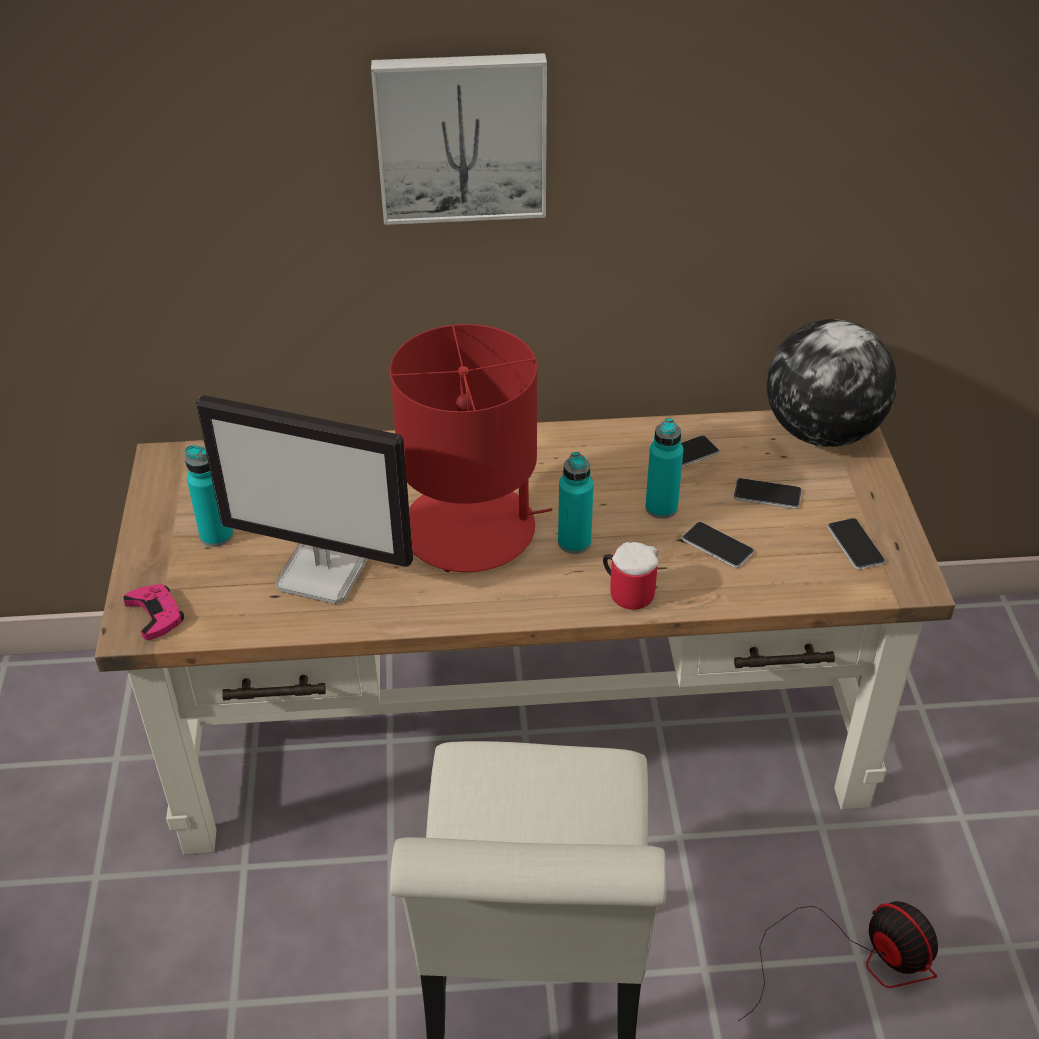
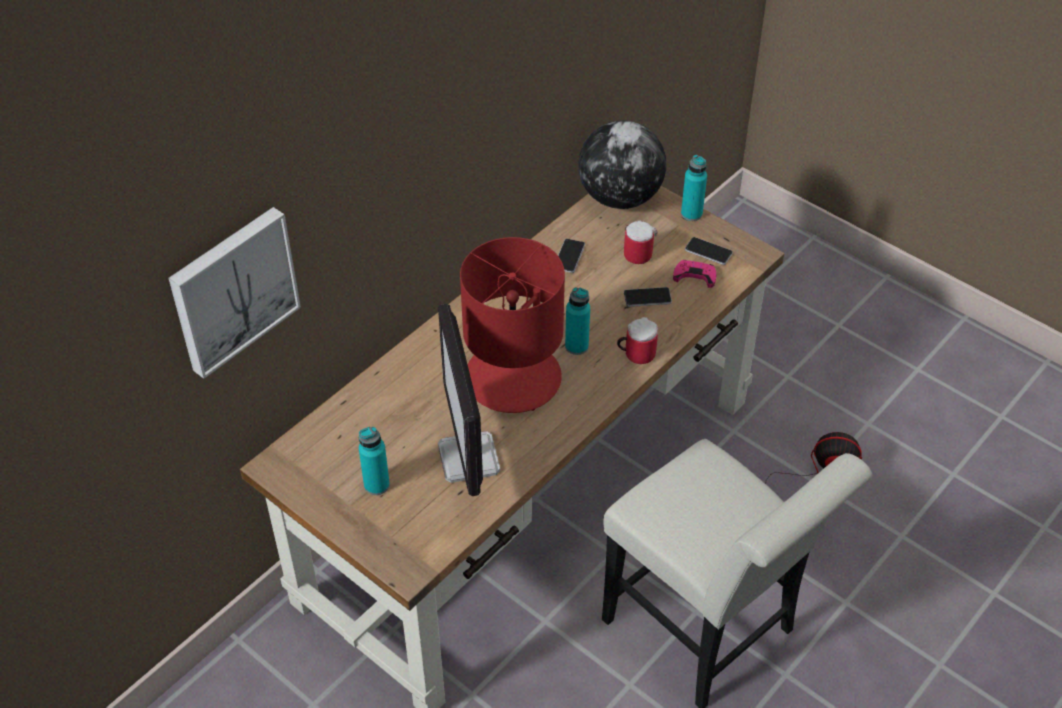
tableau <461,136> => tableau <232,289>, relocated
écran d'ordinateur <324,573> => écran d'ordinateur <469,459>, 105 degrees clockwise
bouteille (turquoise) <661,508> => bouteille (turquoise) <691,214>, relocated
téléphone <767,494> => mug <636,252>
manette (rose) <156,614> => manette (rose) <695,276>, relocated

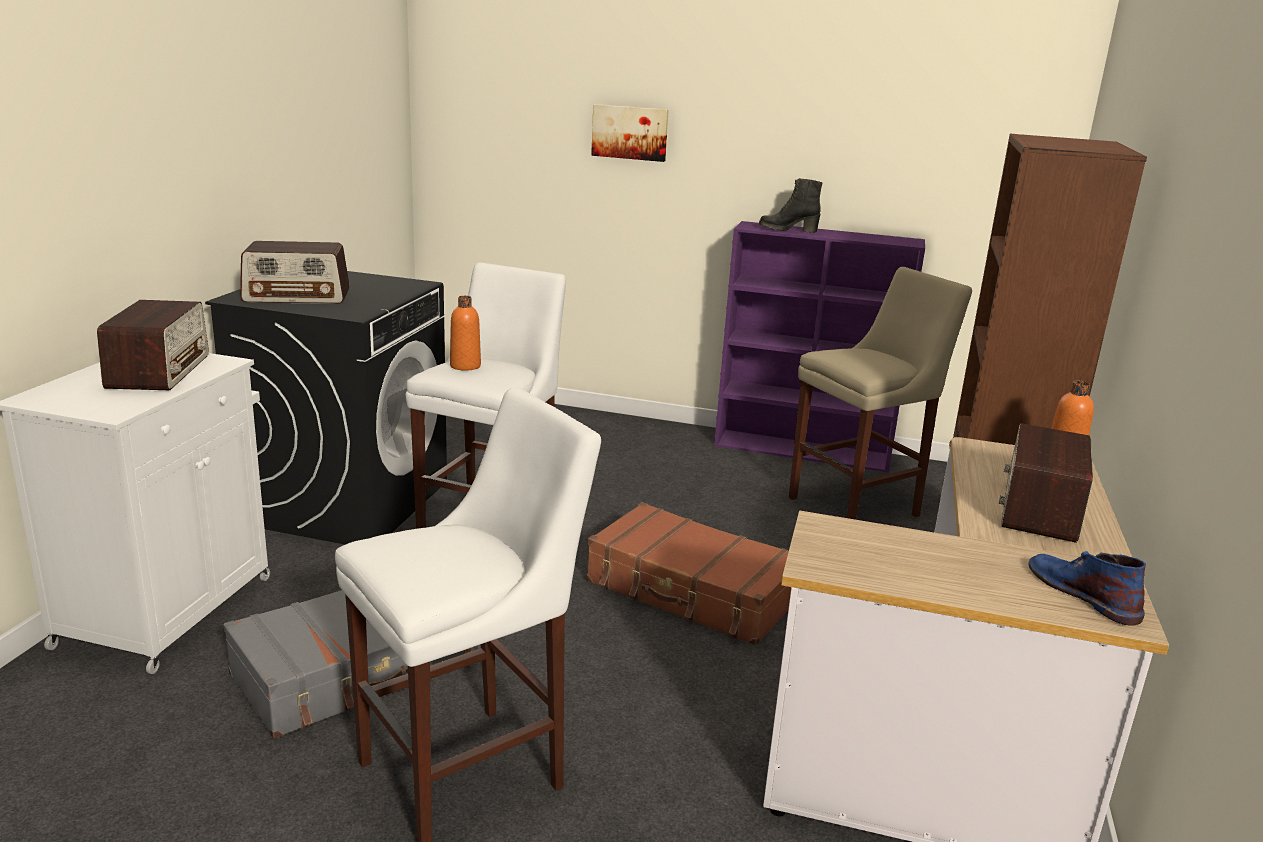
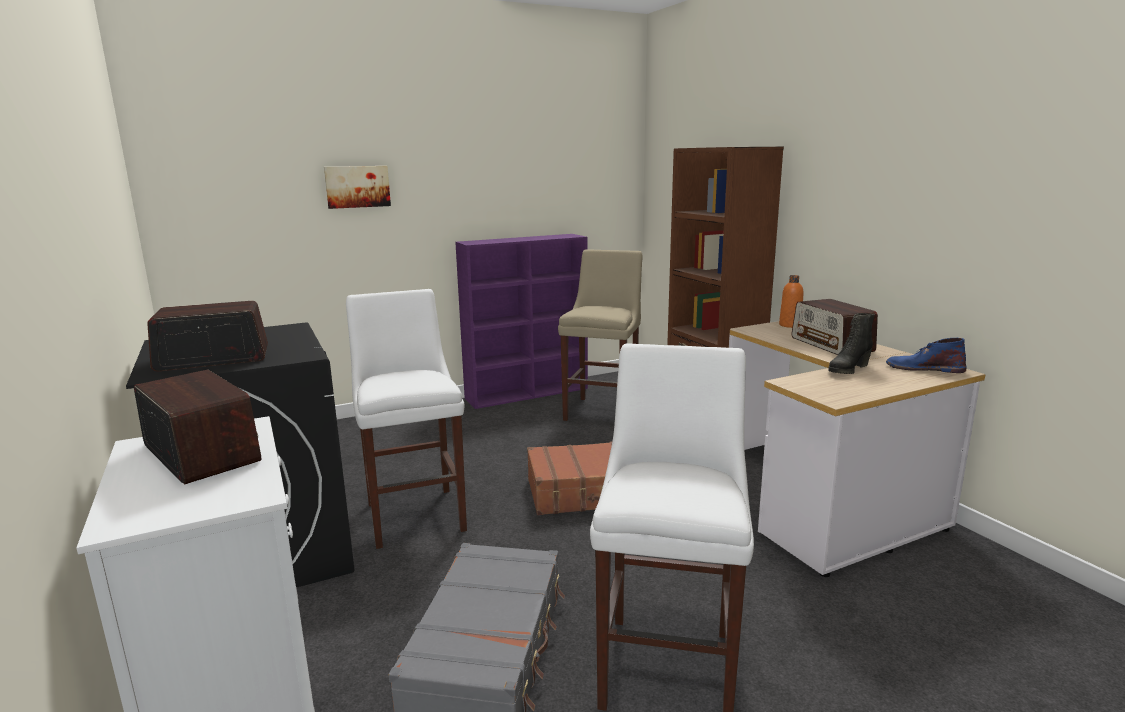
botte (noir) <788,230> => botte (noir) <848,369>, relocated
radio <297,296> => radio <212,359>, 150 degrees counterclockwise
bouteille (orange) <465,366> => nothing

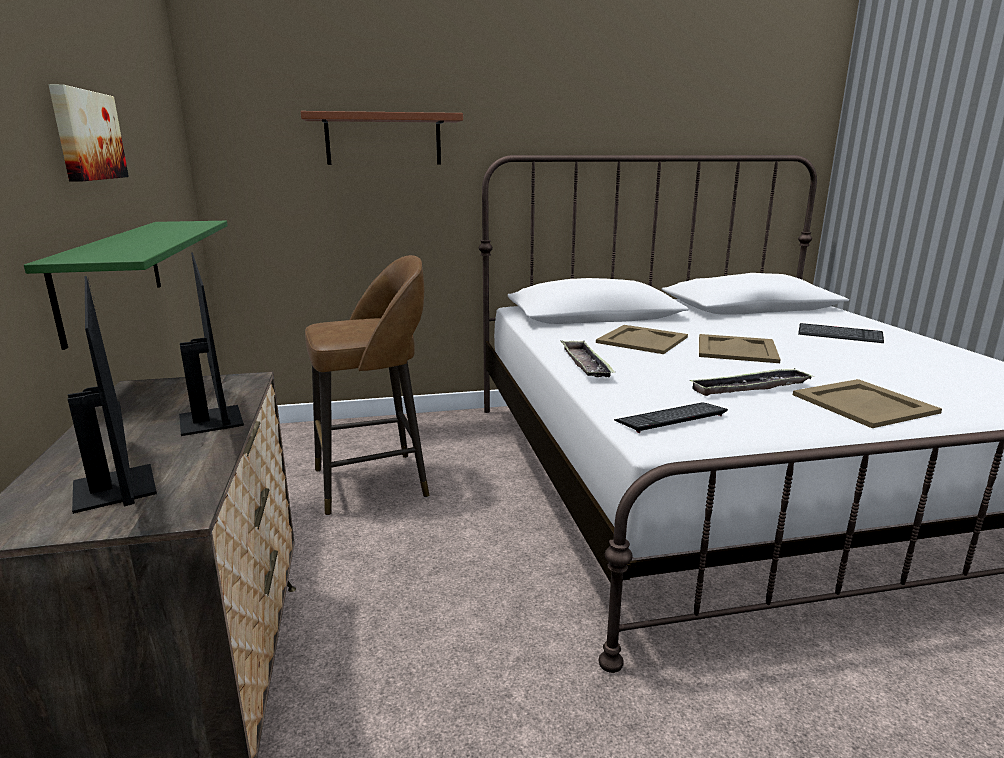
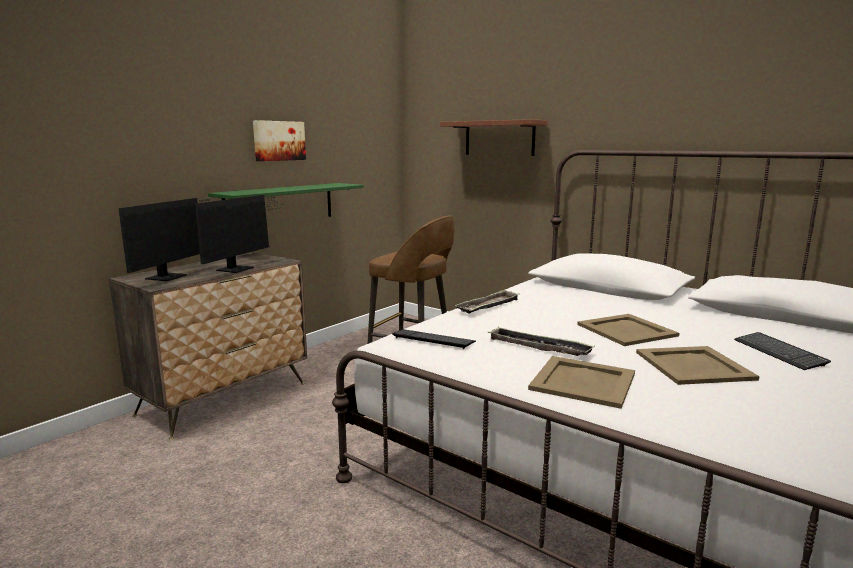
plateau (beige) <642,340> => plateau (beige) <693,366>, relocated

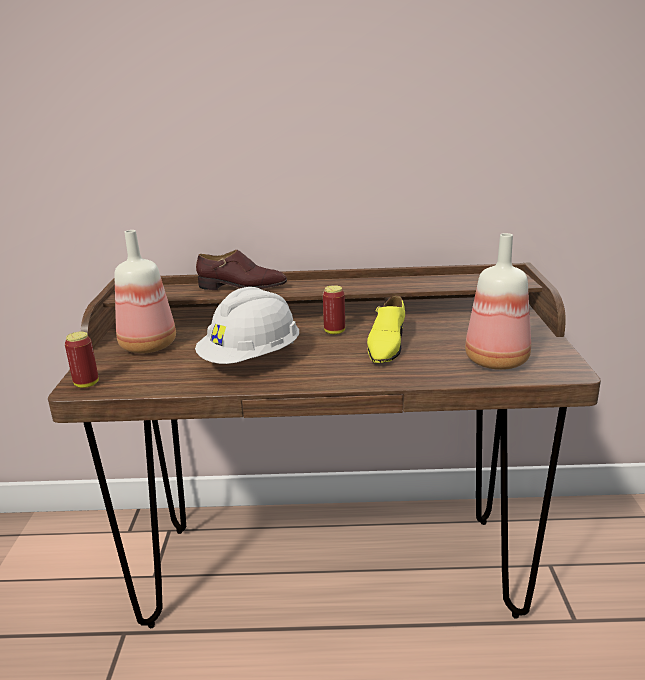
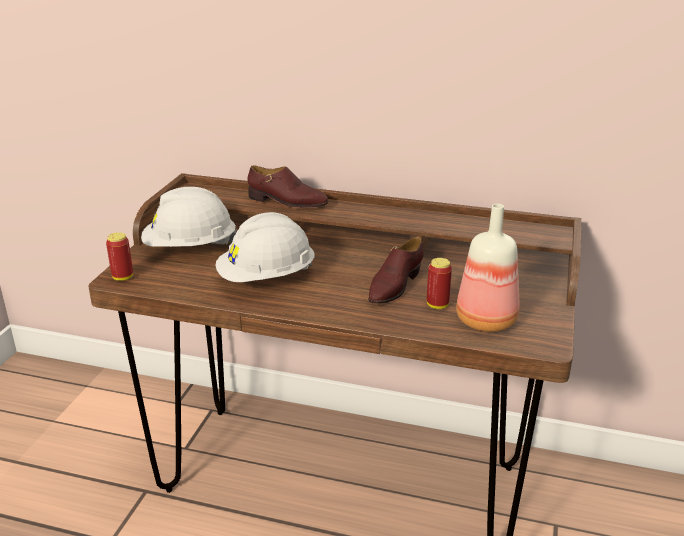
bouteille <150,346> => casque de chantier (blanc) <190,248>
boîte métallique <334,332> => boîte métallique <437,305>, relocated
chaussure (jaune) <386,346> => chaussure (marron) <394,285>

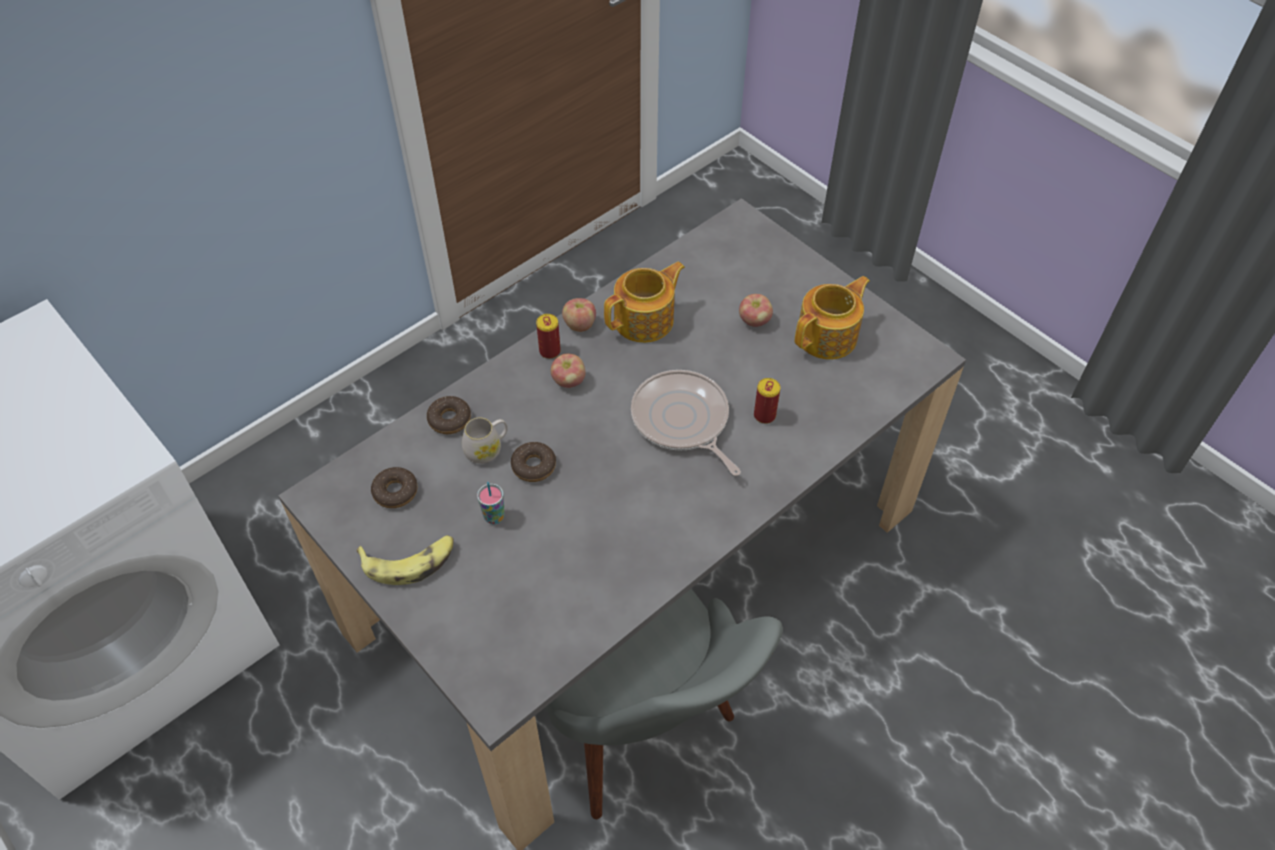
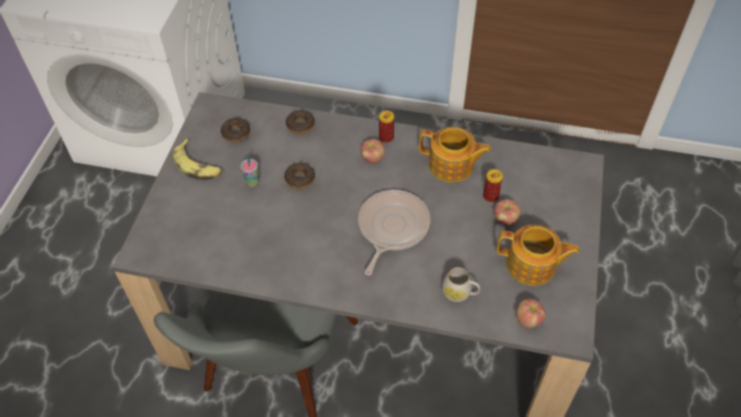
pomme <579,324> => pomme <528,319>, relocated
boîte métallique <764,415> => boîte métallique <490,196>, relocated
mug (blanc) <487,449> => mug (blanc) <460,293>, relocated

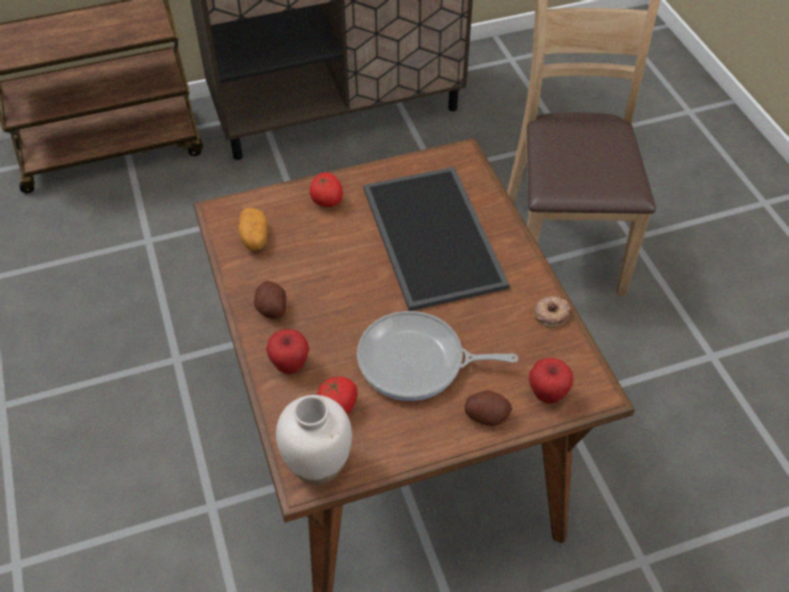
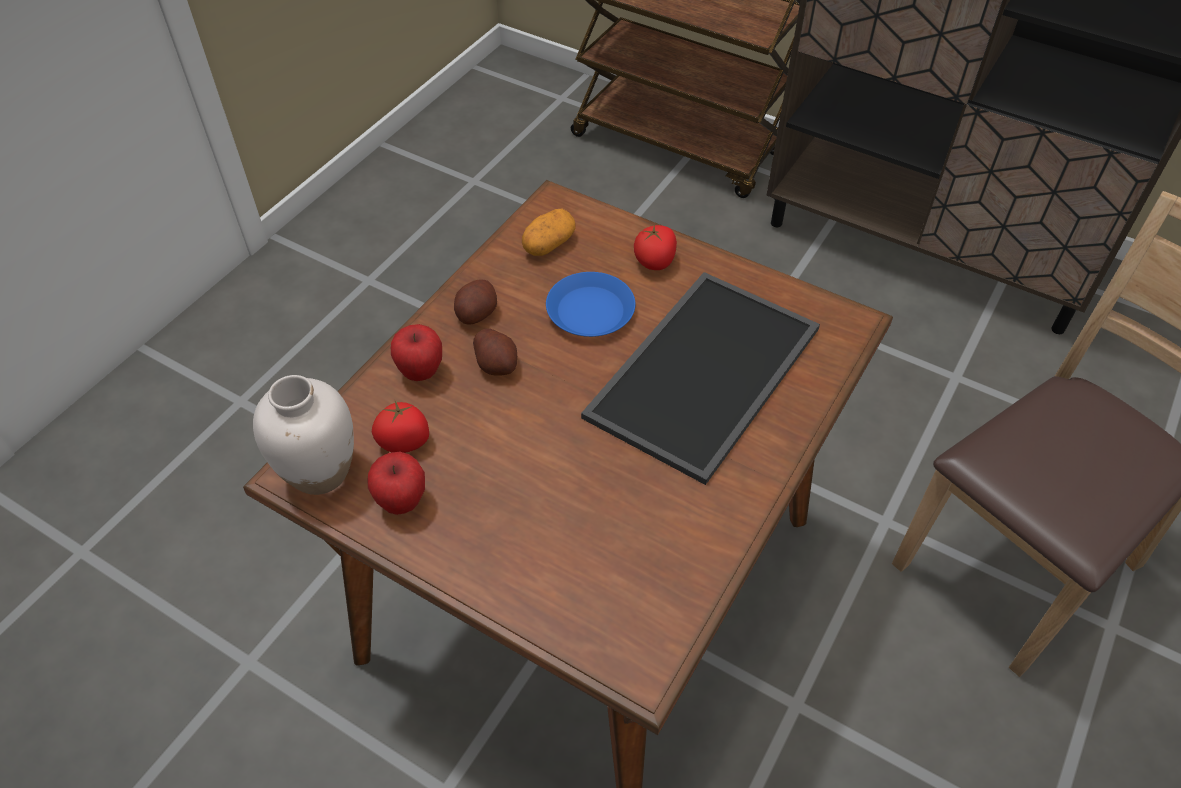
beignet <551,313> => nothing
poêle <417,362> => nothing
pomme <547,394> => pomme <402,501>, relocated
pomme de terre <486,415> => pomme de terre <497,364>, relocated
nothing => assiette (bleu) <590,311>

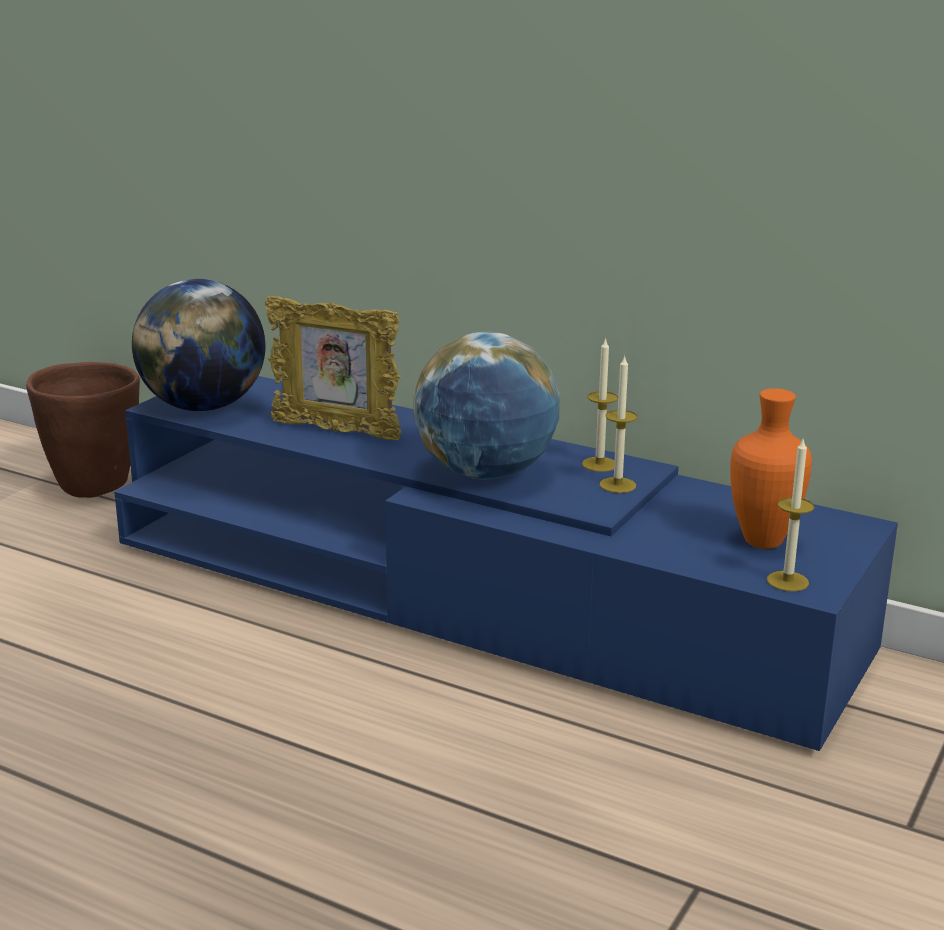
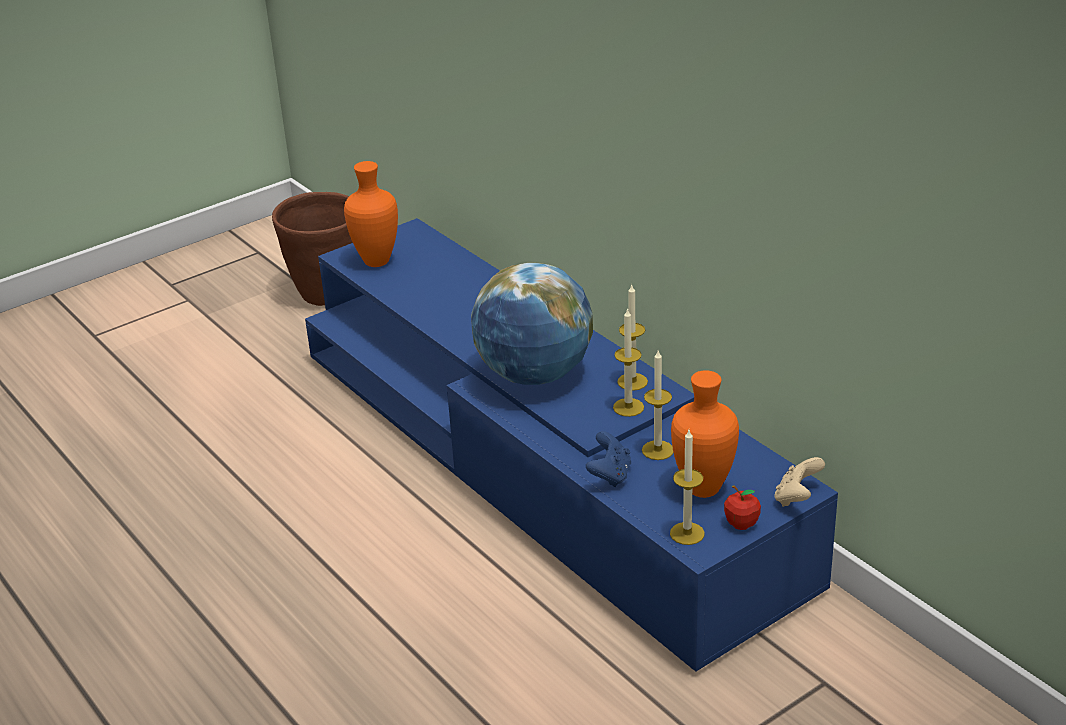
globe <203,407> => vase (orange) <375,262>
cadre photo <336,431> => nothing
nothing => bougie <657,450>
nothing => manette (bleu) <610,475>
nothing => manette (beige) <797,498>
nothing => pomme <741,524>

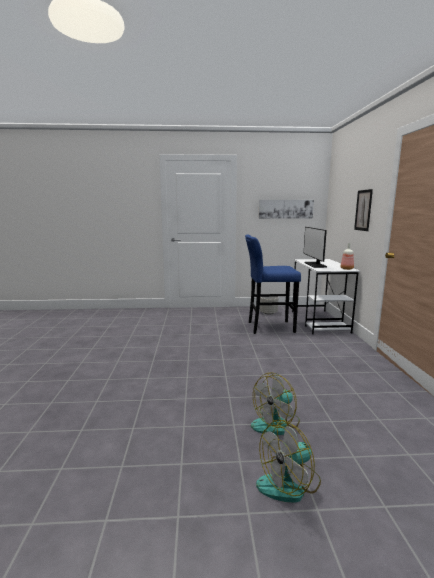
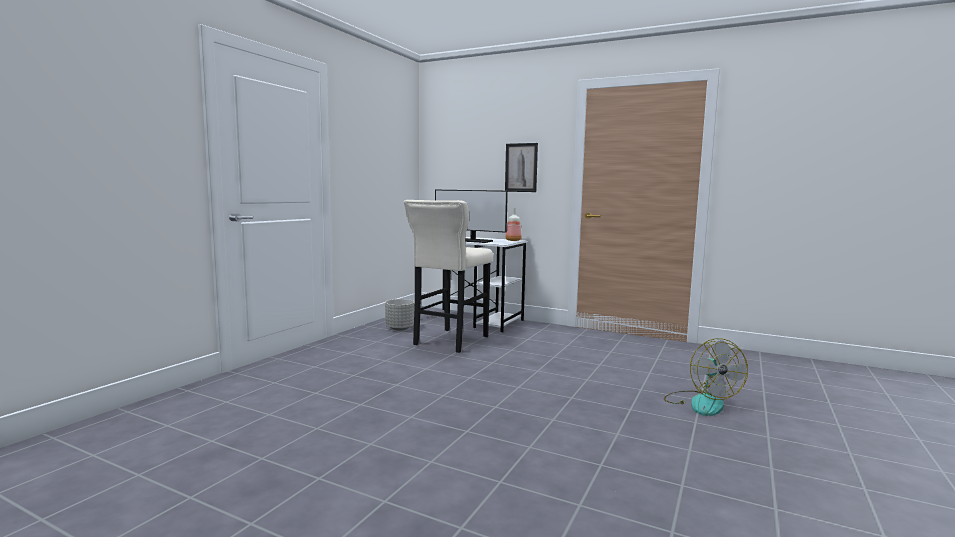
tableau <285,209> => nothing
tabouret (bleu) <268,327> => tabouret (beige) <449,341>
ventilateur <289,483> => nothing

